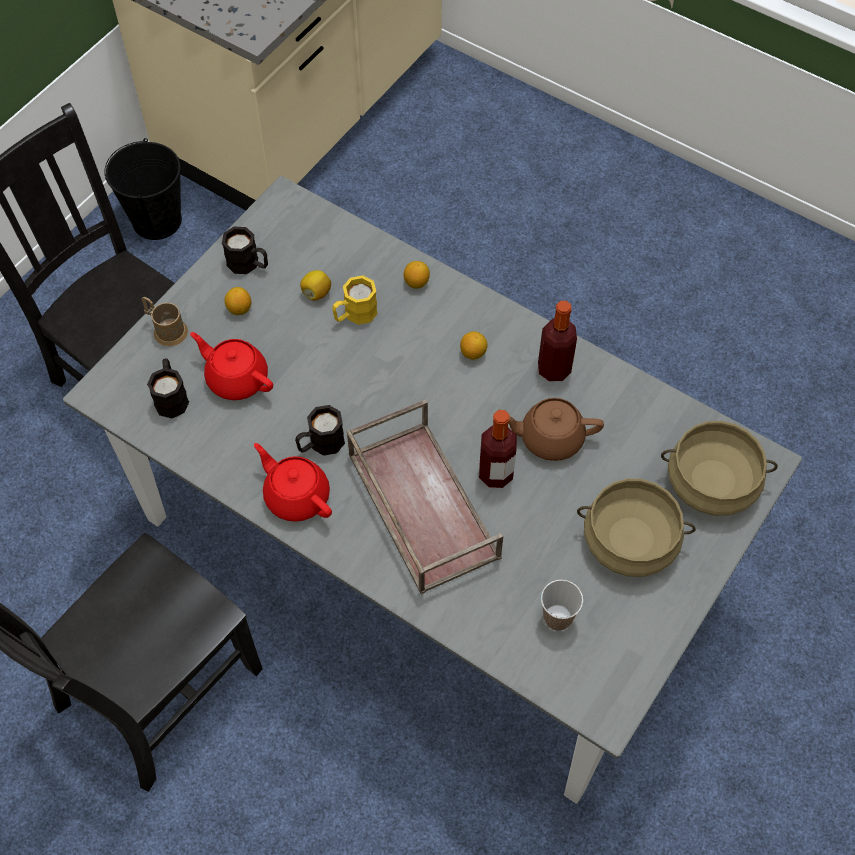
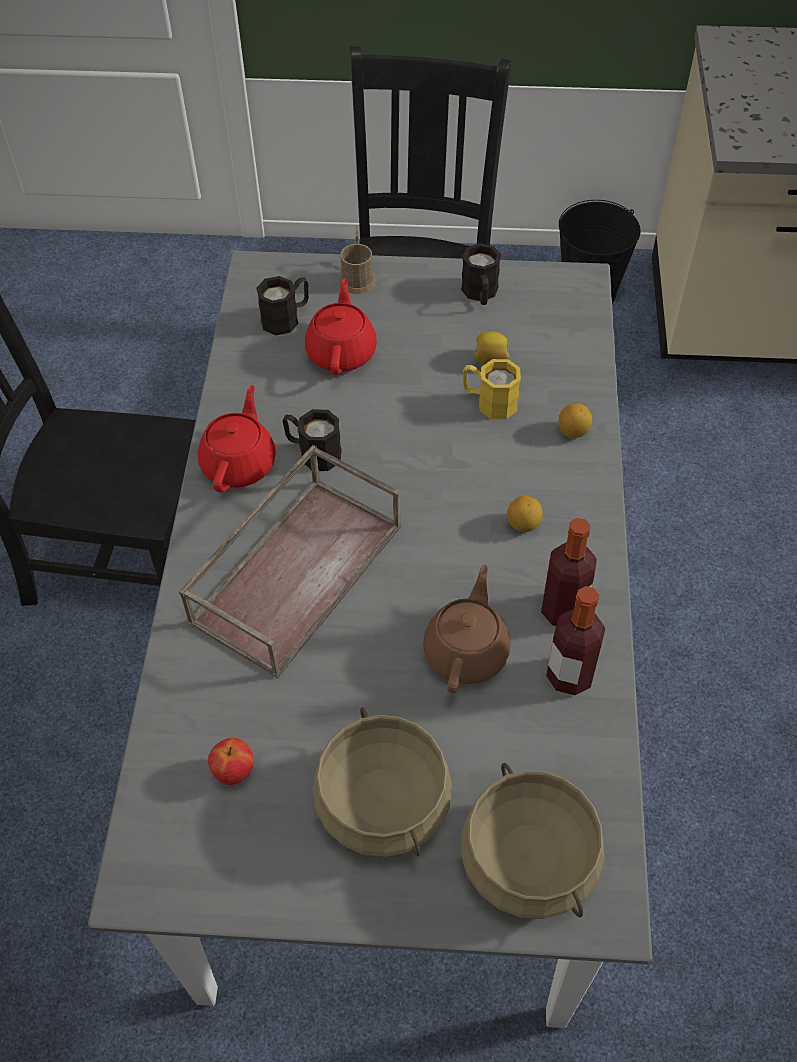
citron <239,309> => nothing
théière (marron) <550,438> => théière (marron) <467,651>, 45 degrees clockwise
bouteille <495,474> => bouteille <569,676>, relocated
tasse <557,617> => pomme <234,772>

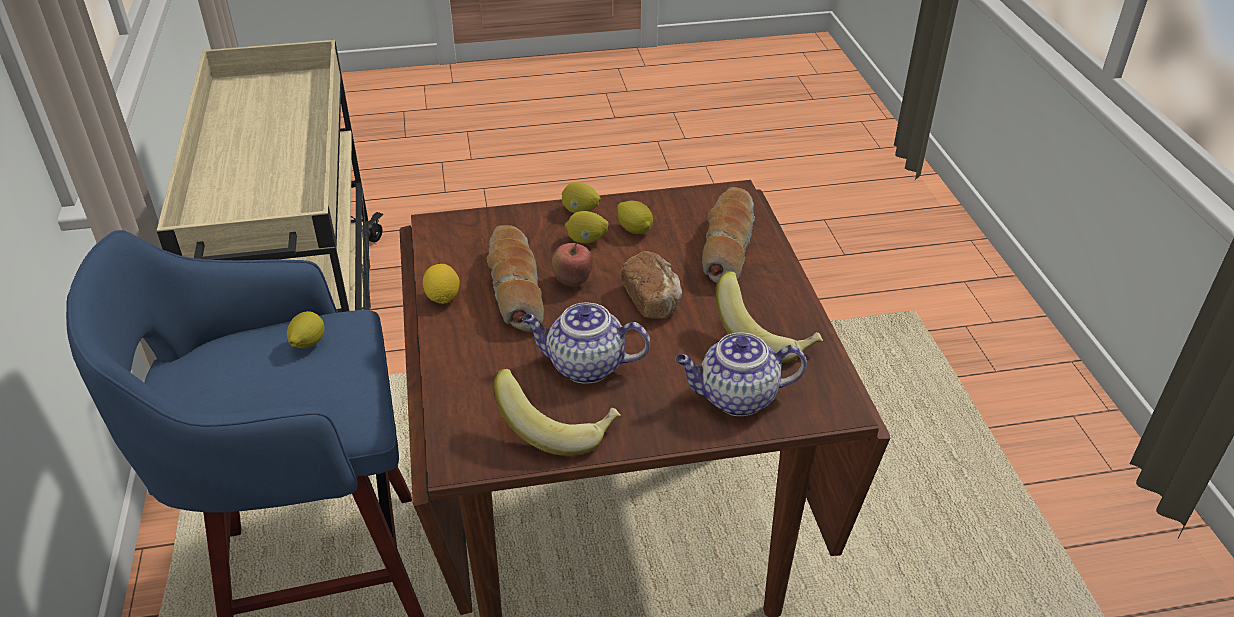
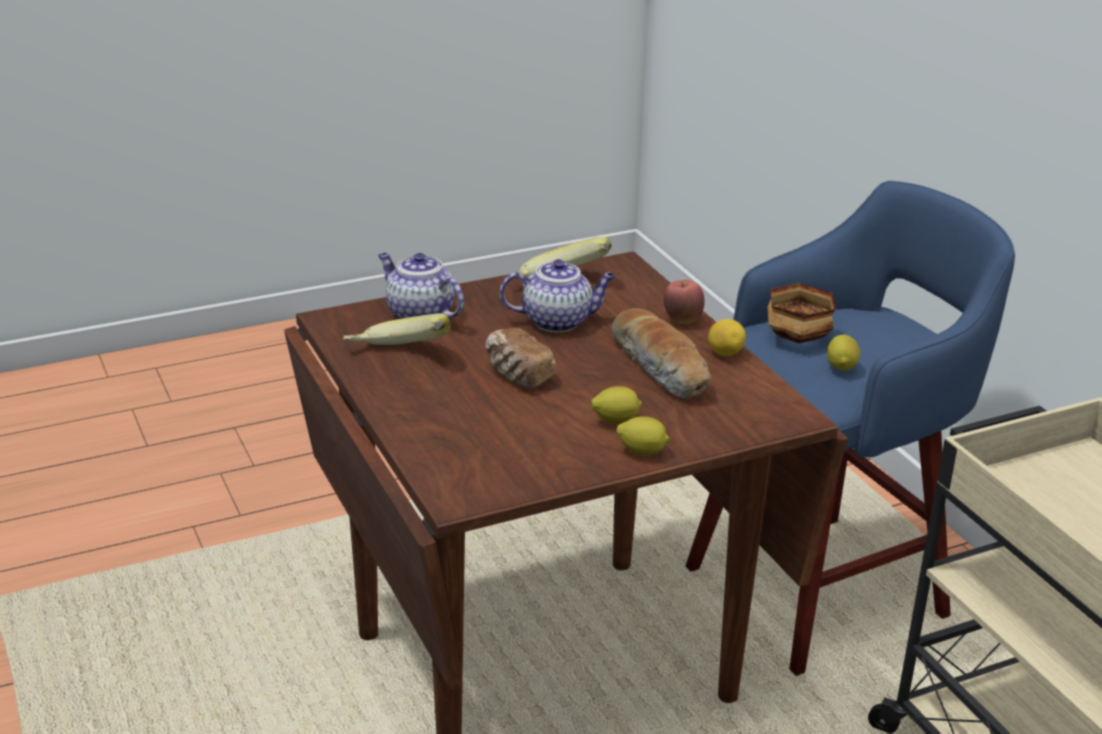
pain <726,247> => nothing
citron <634,229> => nothing
pomme <572,282> => pomme <682,320>, relocated
théière <736,398> => théière <419,315>, 120 degrees counterclockwise
nothing => bol <800,337>

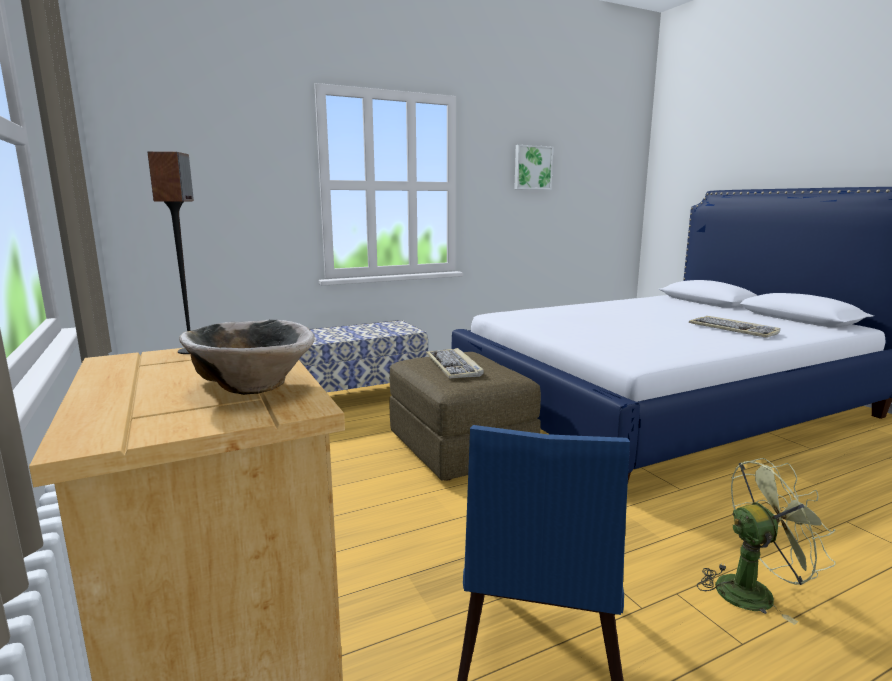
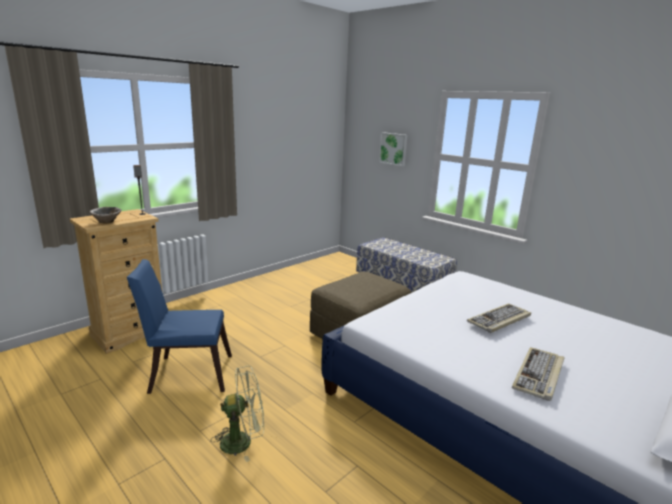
tableau <532,167> => tableau <393,149>, relocated
clavier <454,366> => clavier <499,320>, relocated
ventilateur (vert) <753,590> => ventilateur (vert) <243,441>, 75 degrees counterclockwise

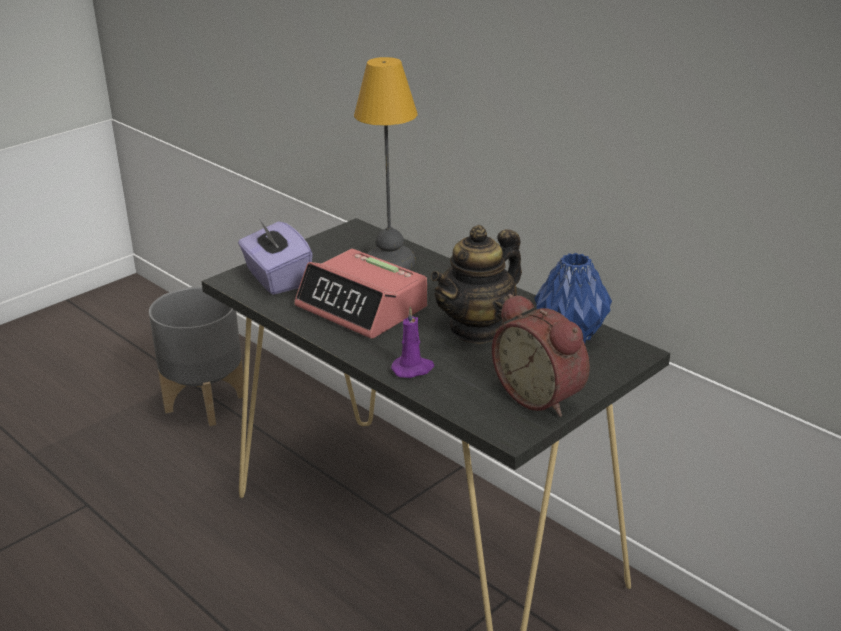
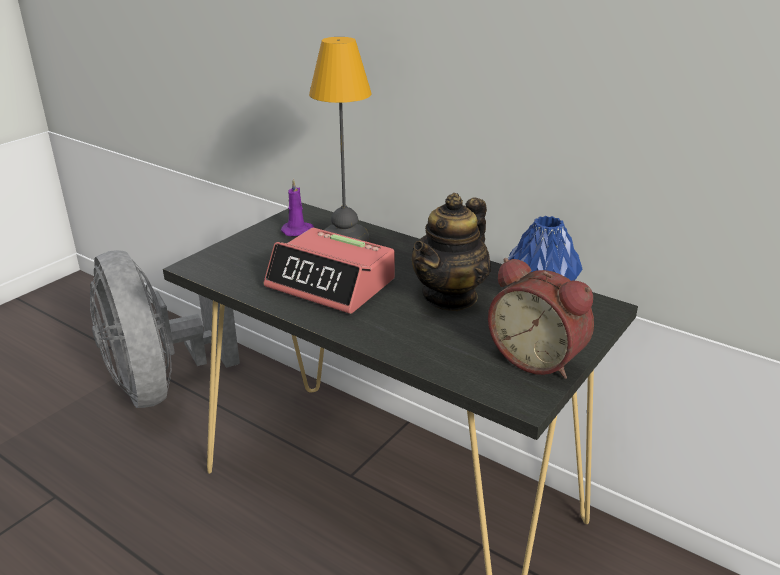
boîte à mouchoirs (violet) <276,279> => nothing
cache-pot (gris) <206,403> => ventilateur (gris) <162,384>
bougie (violet) <413,369> => bougie (violet) <298,231>, relocated

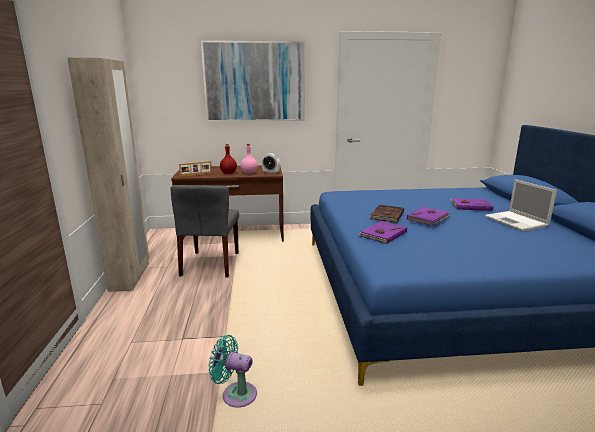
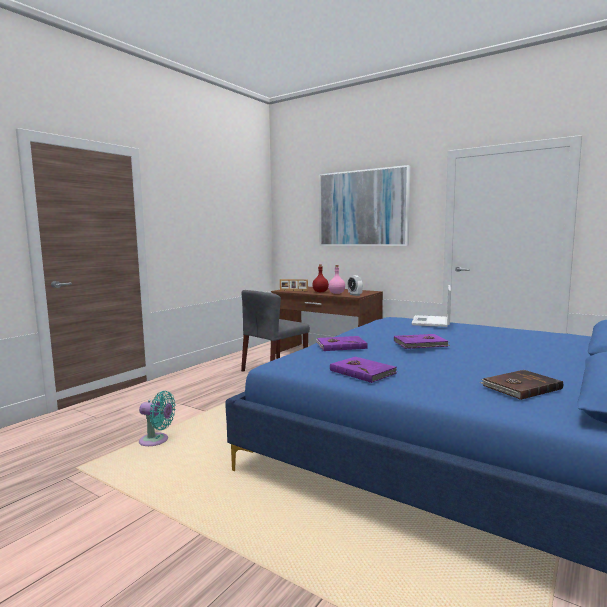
armoire (beige) <130,277> => nothing
ordinateur portable <516,221> => ordinateur portable <431,322>, relocated
livre (violet) <470,206> => livre (violet) <362,371>, relocated
livre (marron) <386,215> => livre (marron) <520,387>, relocated
ventilateur (turquoise) <236,394> => ventilateur (turquoise) <156,441>, 135 degrees clockwise

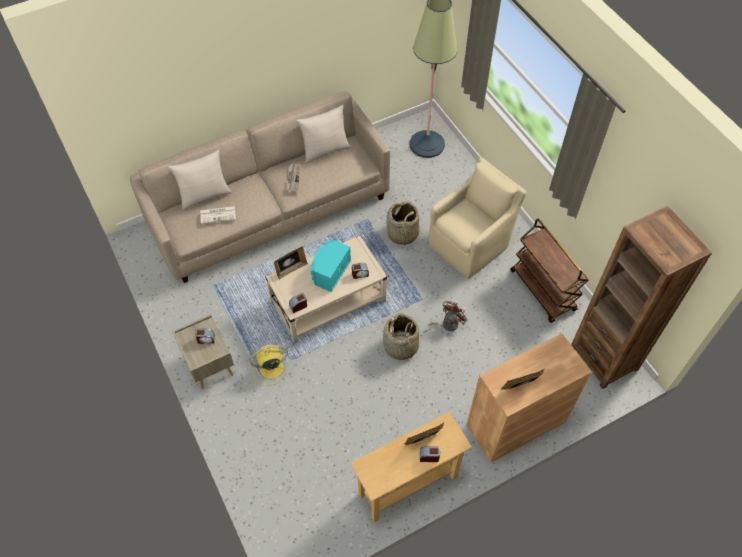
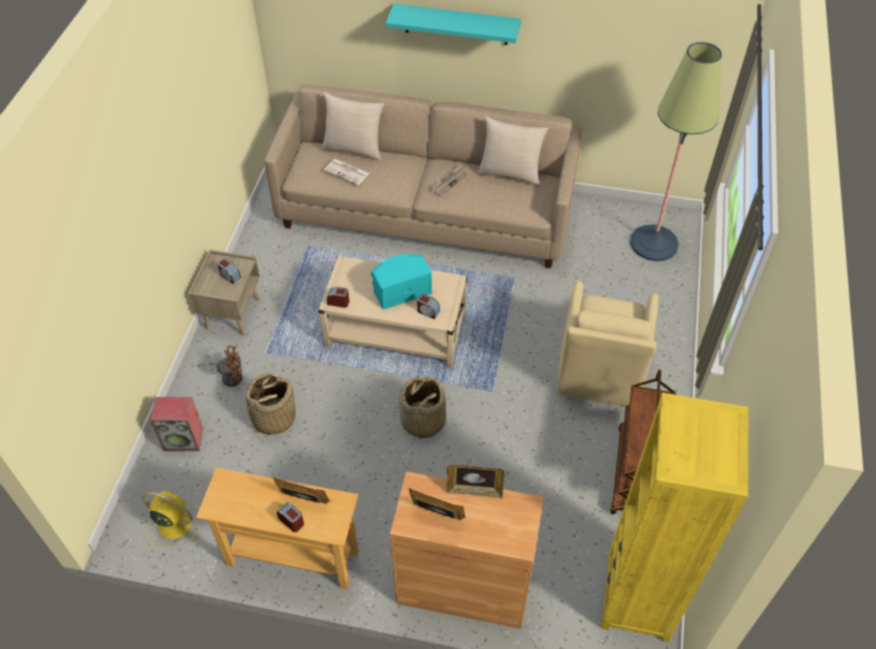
fauteuil (beige) <470,245> => fauteuil (beige) <599,372>, 105 degrees clockwise
panier <402,234> => panier <273,418>, relocated
bibliothèque (marron) <604,358> => bibliothèque (jaune) <637,597>
cadre photo <291,269> => cadre photo <474,490>, relocated
ventilateur (marron) <446,325> => ventilateur (marron) <229,376>, relocated
ventilateur (jaune) <270,368> => ventilateur (jaune) <173,523>, relocated
nothing => étagère (turquoise) <456,24>
nothing => enceinte <184,438>

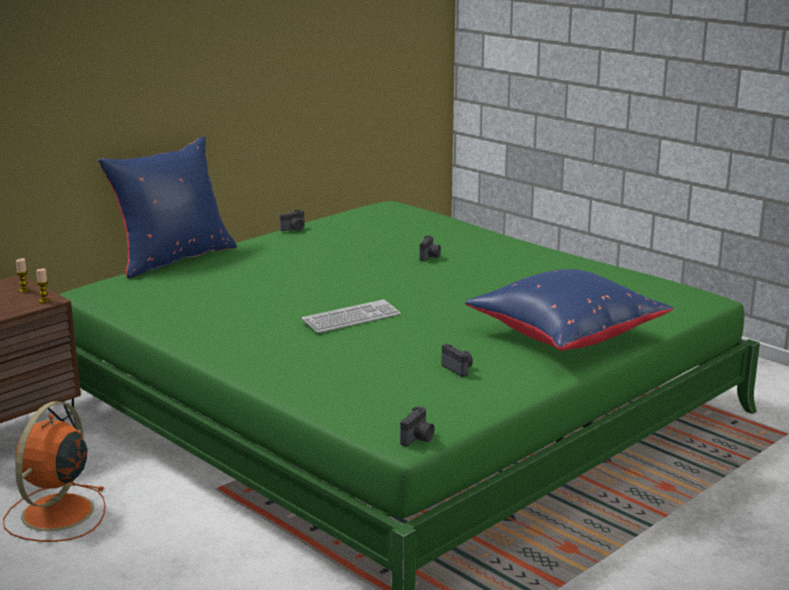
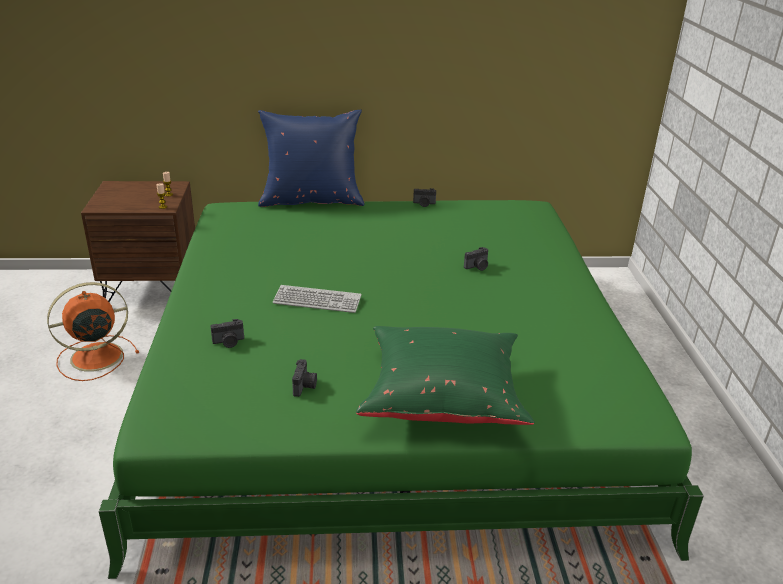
coussin (bleu) <564,336> => coussin (vert) <442,397>
appareil photo <418,438> => appareil photo <229,342>, relocated

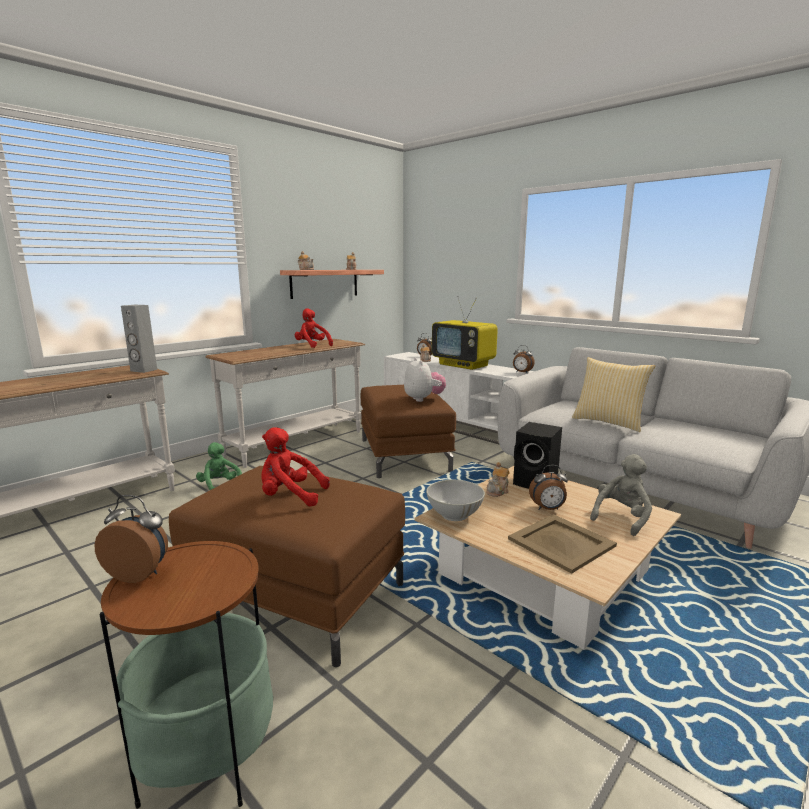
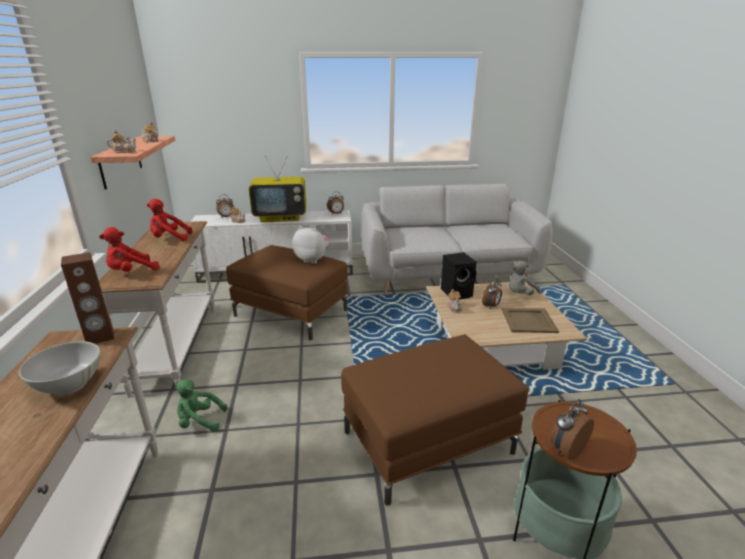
enceinte (gris) <143,370> => enceinte (marron) <100,337>
coussin <609,422> => nothing
peluche (rouge) <290,496> => peluche (rouge) <131,272>, relocated
peluche (gris) <621,518> => peluche (gris) <520,294>, 120 degrees counterclockwise
bol (blanc) <454,514> => bol (blanc) <69,385>, relocated

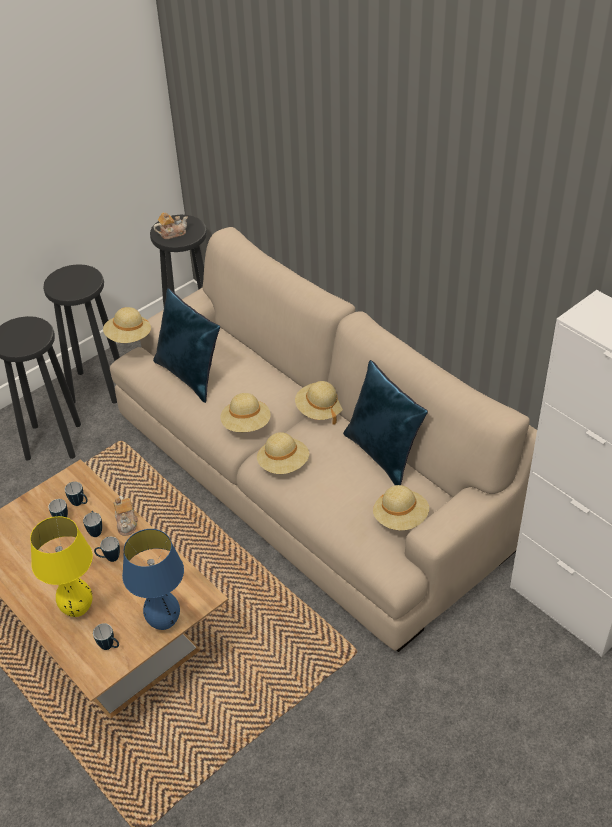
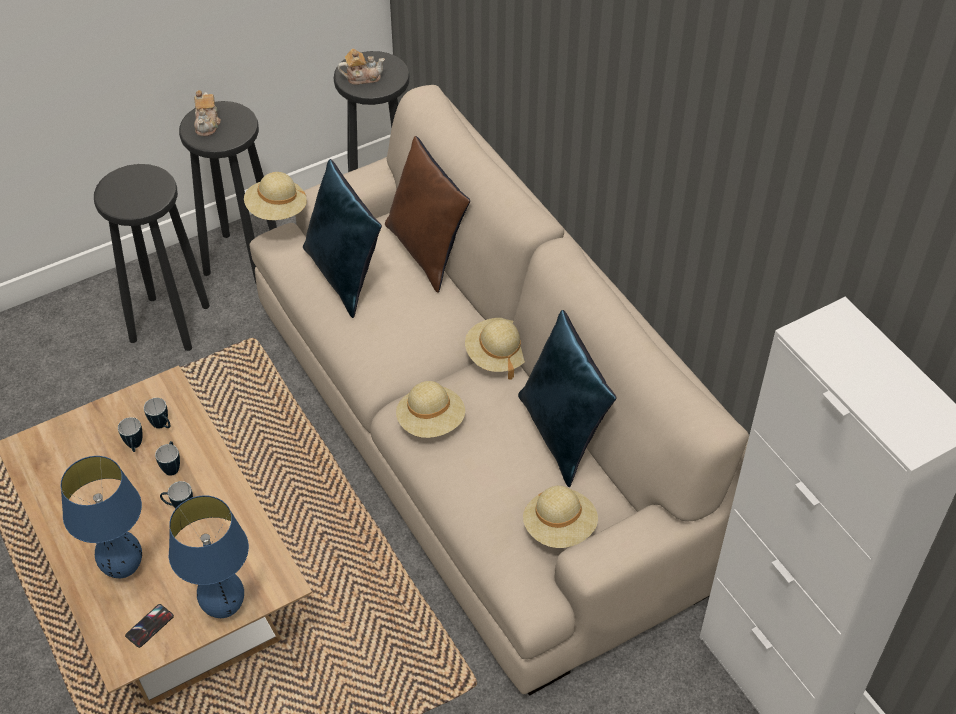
chapeau (beige) <246,424> => nothing
théière <127,523> => théière <207,124>, relocated
lampe de table (jaune) <78,610> => lampe de table (bleu) <124,569>
mug <110,647> => téléphone <149,626>
nothing => coussin (marron) <428,251>

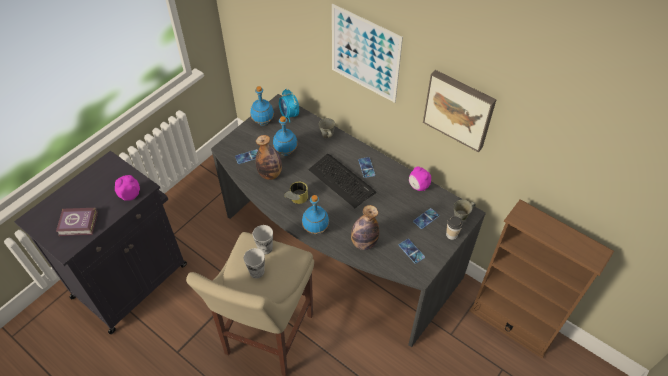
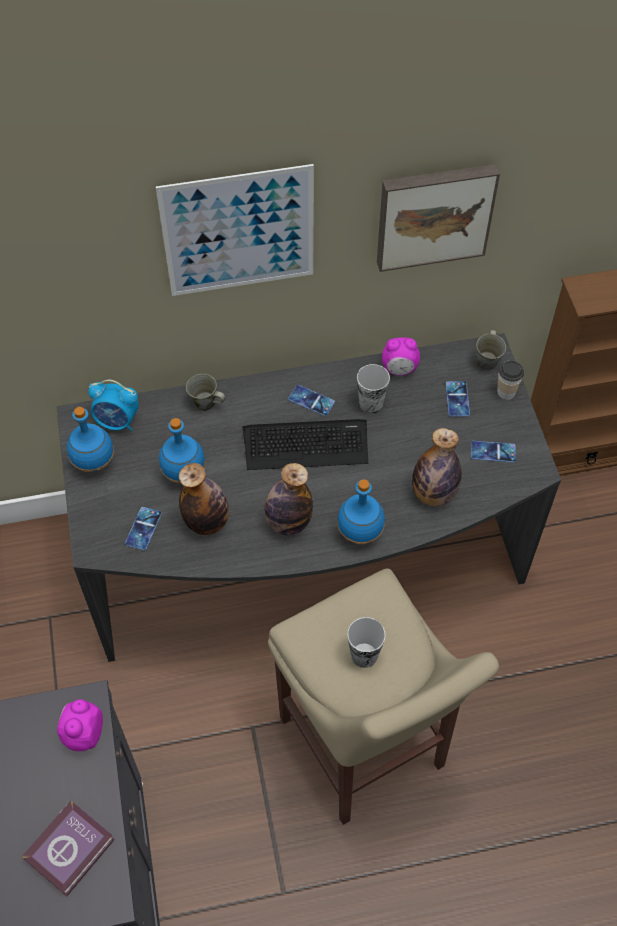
boîte métallique <296,200> => bouteille <288,522>
tasse <265,248> => tasse <371,403>, relocated

